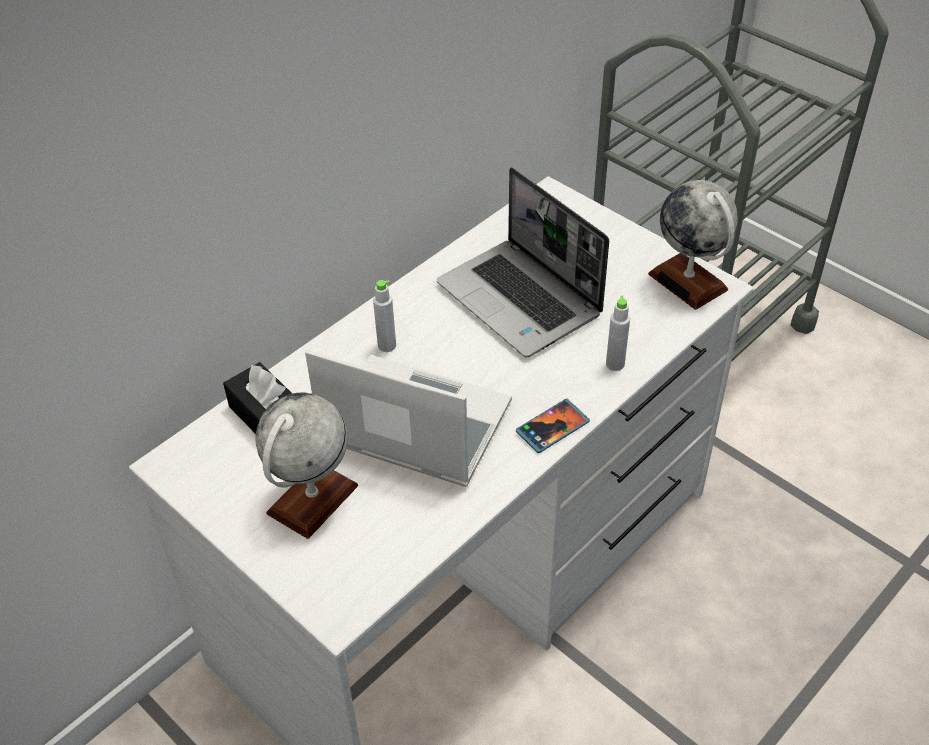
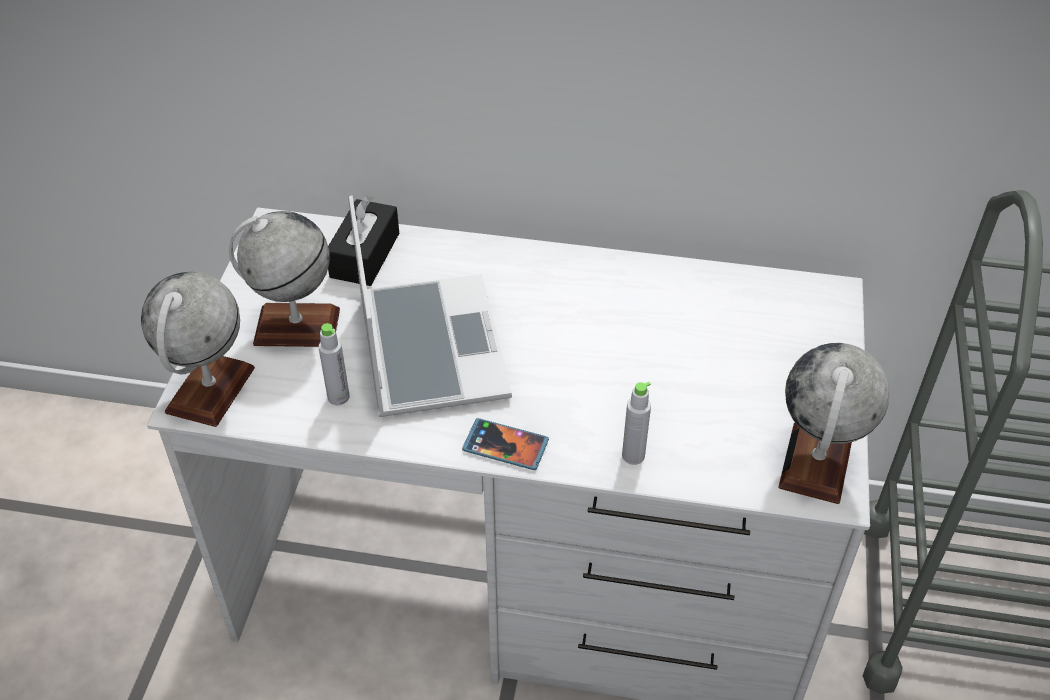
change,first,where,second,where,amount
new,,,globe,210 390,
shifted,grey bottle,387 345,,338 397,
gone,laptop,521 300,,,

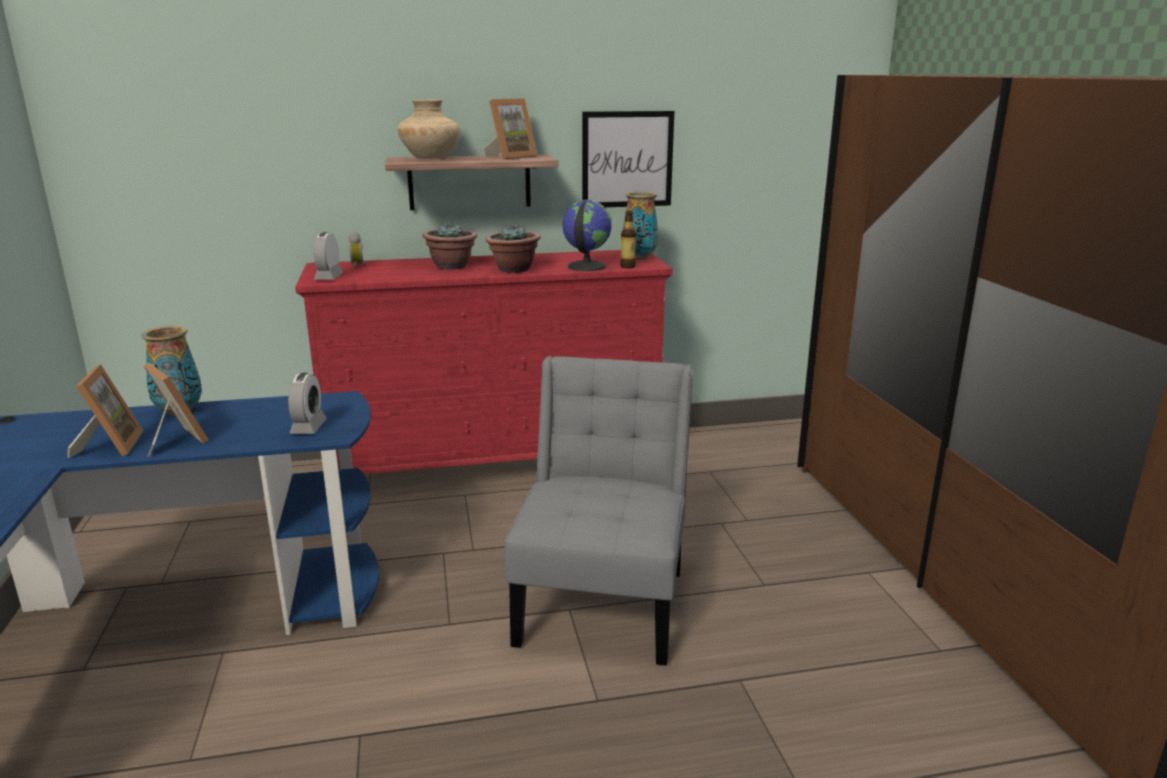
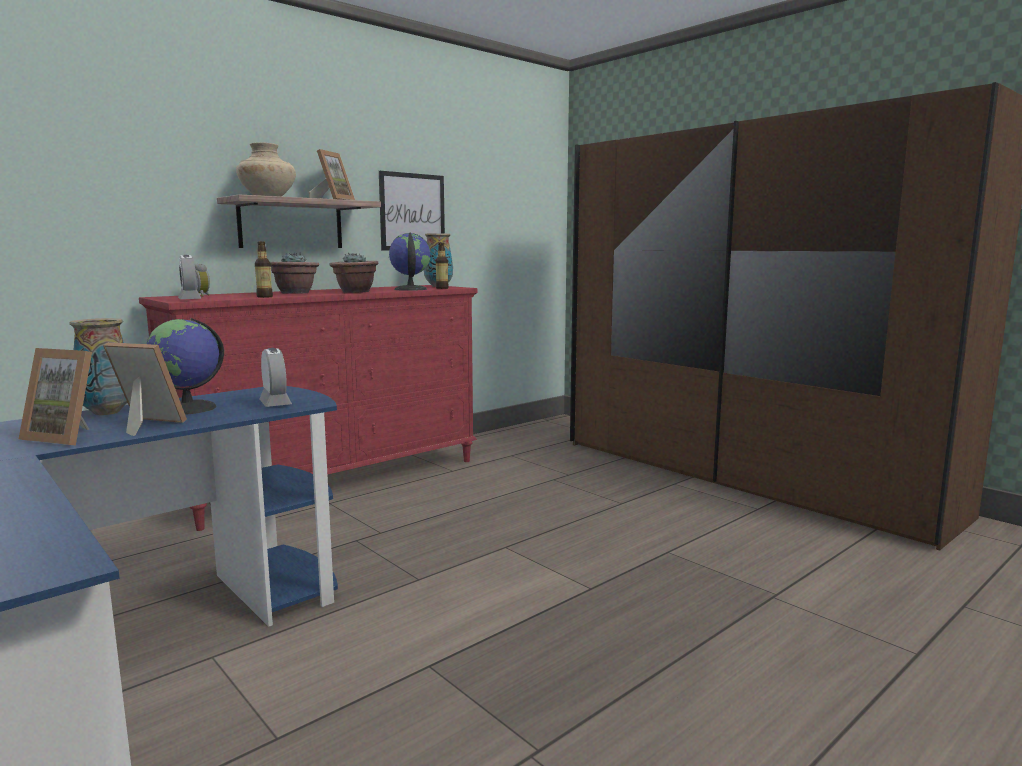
change,first,where,second,where,amount
rotated,picture frame,110 446,,68 437,150 degrees clockwise
new,,,globe,188 408,
new,,,bottle,265 297,
gone,grey chair,603 600,,,

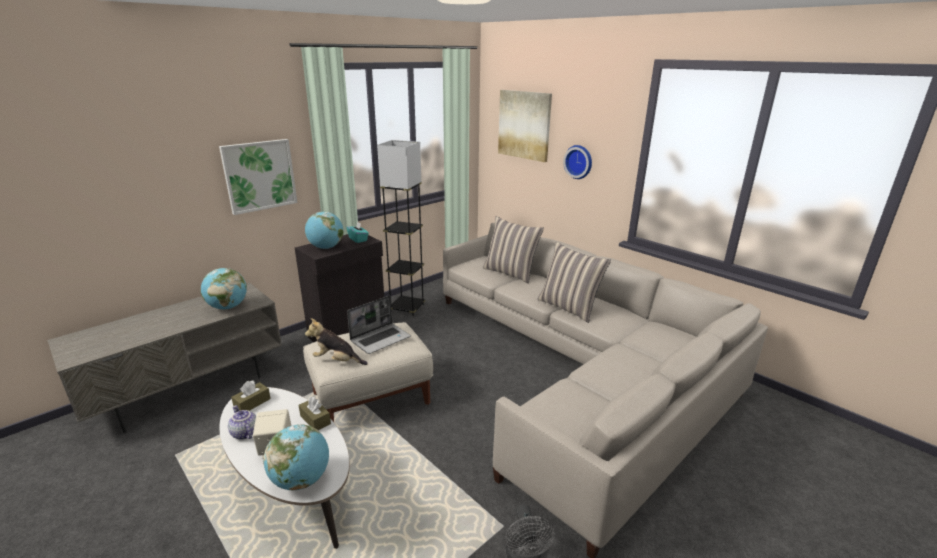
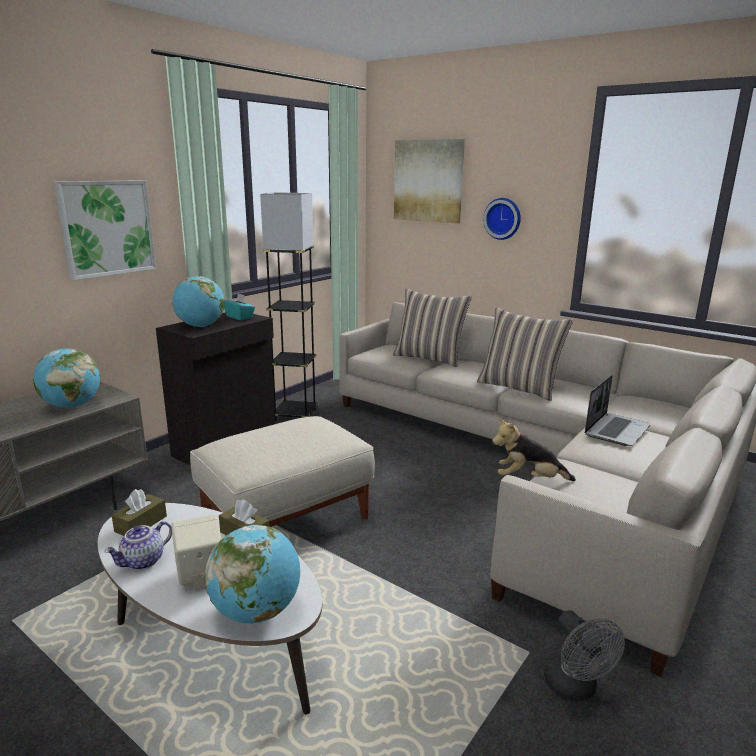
change,first,where,second,where,amount
rotated,teapot,244 433,,143 562,90 degrees counterclockwise
shifted,plush toy,337 360,,528 479,
shifted,laptop,380 339,,616 430,

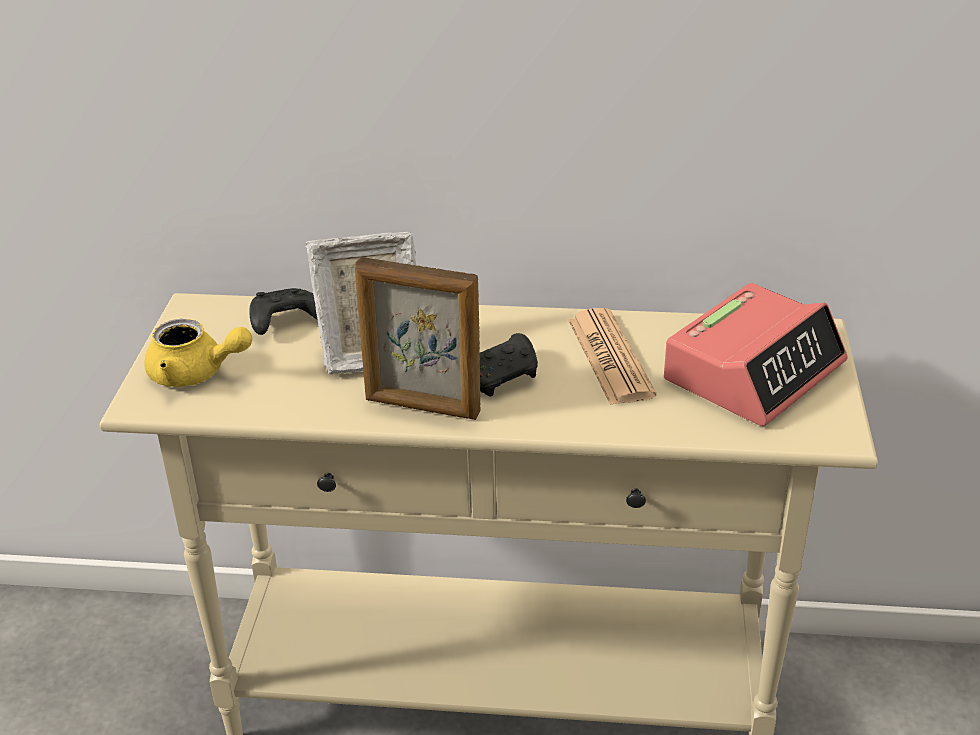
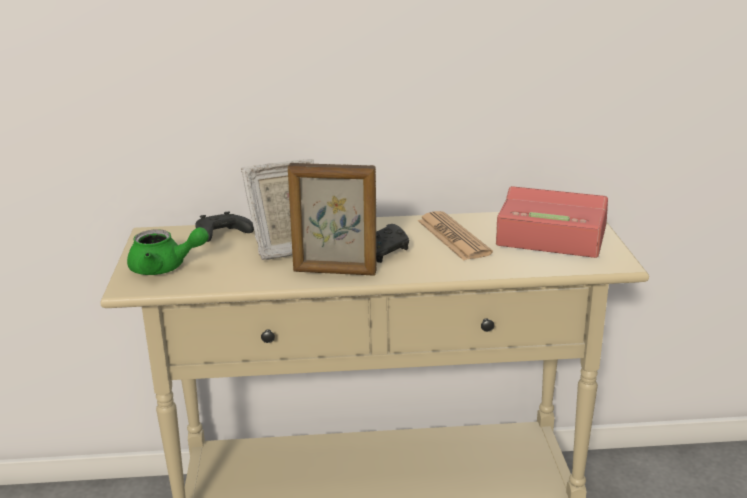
change,first,where,second,where,amount
repainted,yellow teapot,196 374,green teapot,165 268,
rotated,alarm clock,754 371,,550 236,105 degrees counterclockwise

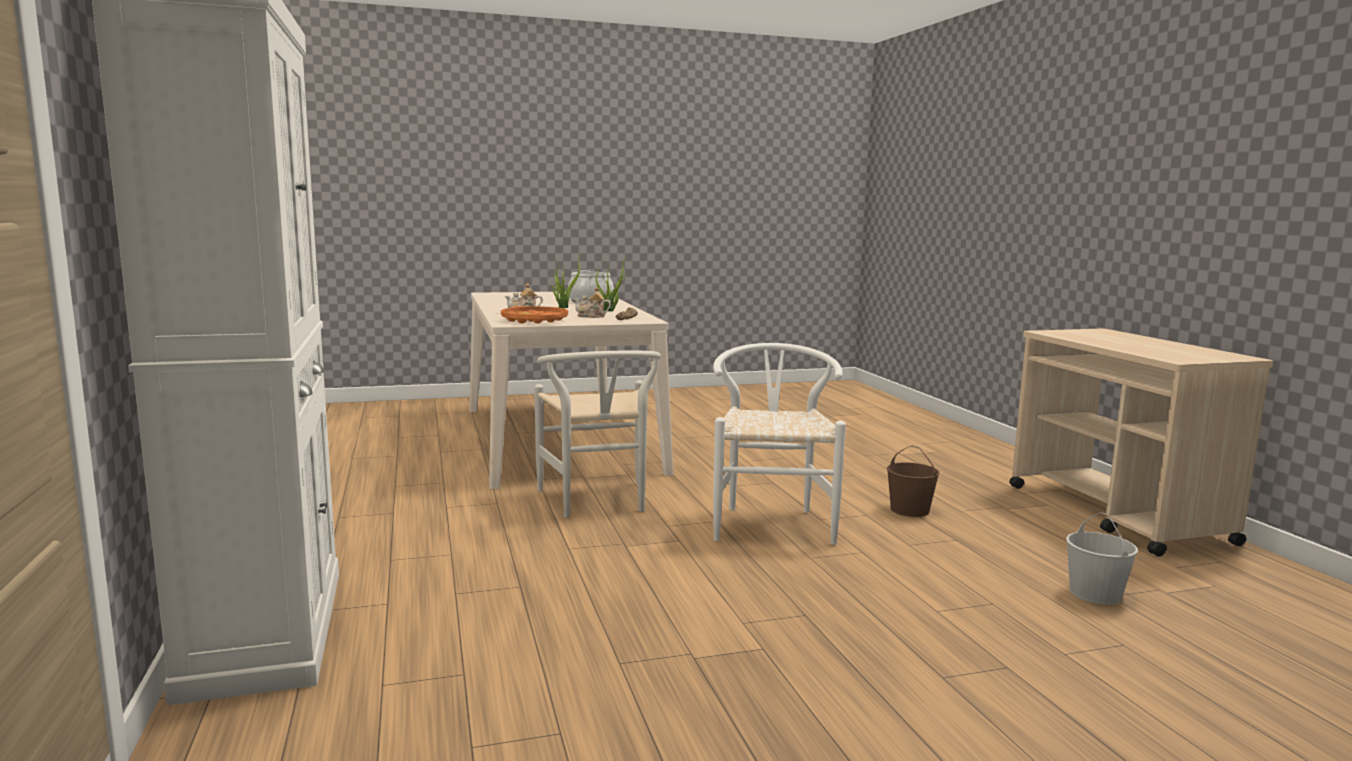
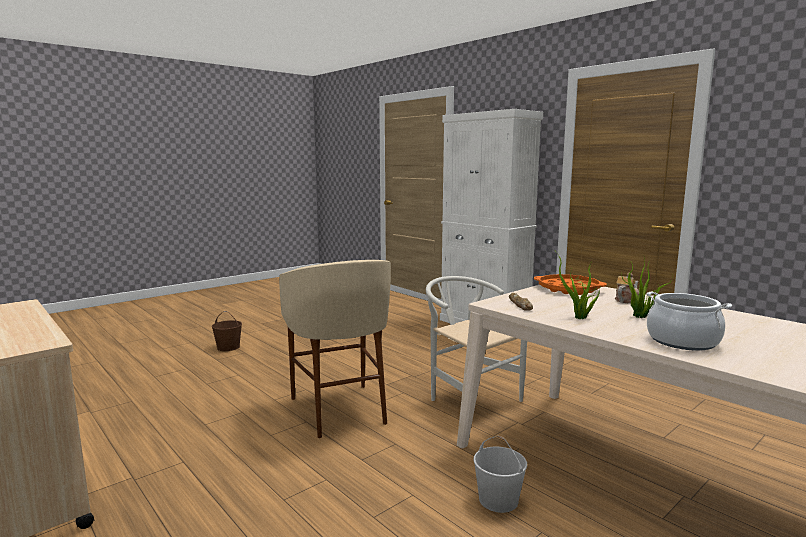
change,first,where,second,where,amount
shifted,brown bucket,910 510,,228 347,
swapped,white chair,771 522,beige stool,340 410,
shifted,white bucket,1094 593,,499 500,
gone,teapot,591 316,,,

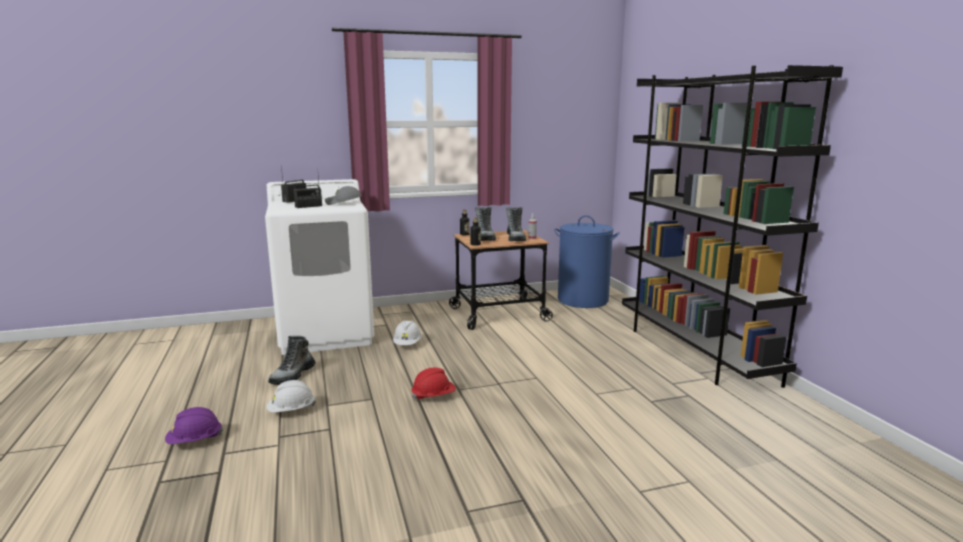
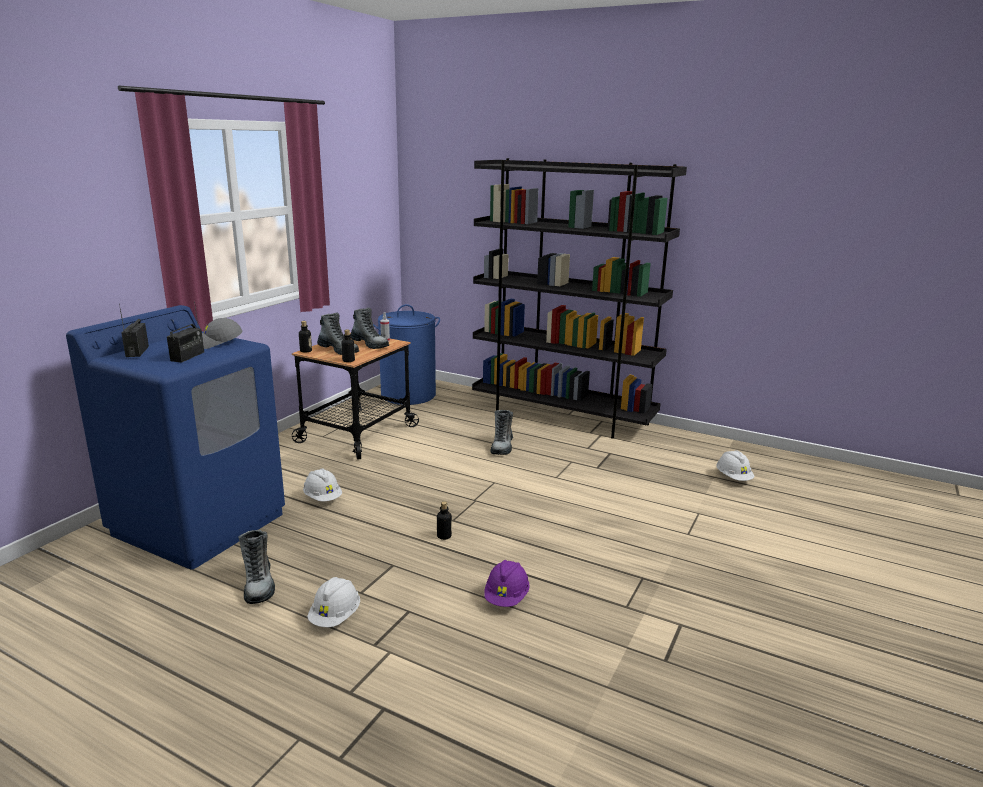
change,first,where,second,where,amount
repainted,white washing machine,326 333,blue washing machine,200 523,
swapped,red hard hat,433 396,bottle,444 536,
shifted,purple hard hat,195 441,,506 597,
new,,,boot,502 446,
new,,,white hard hat,733 478,

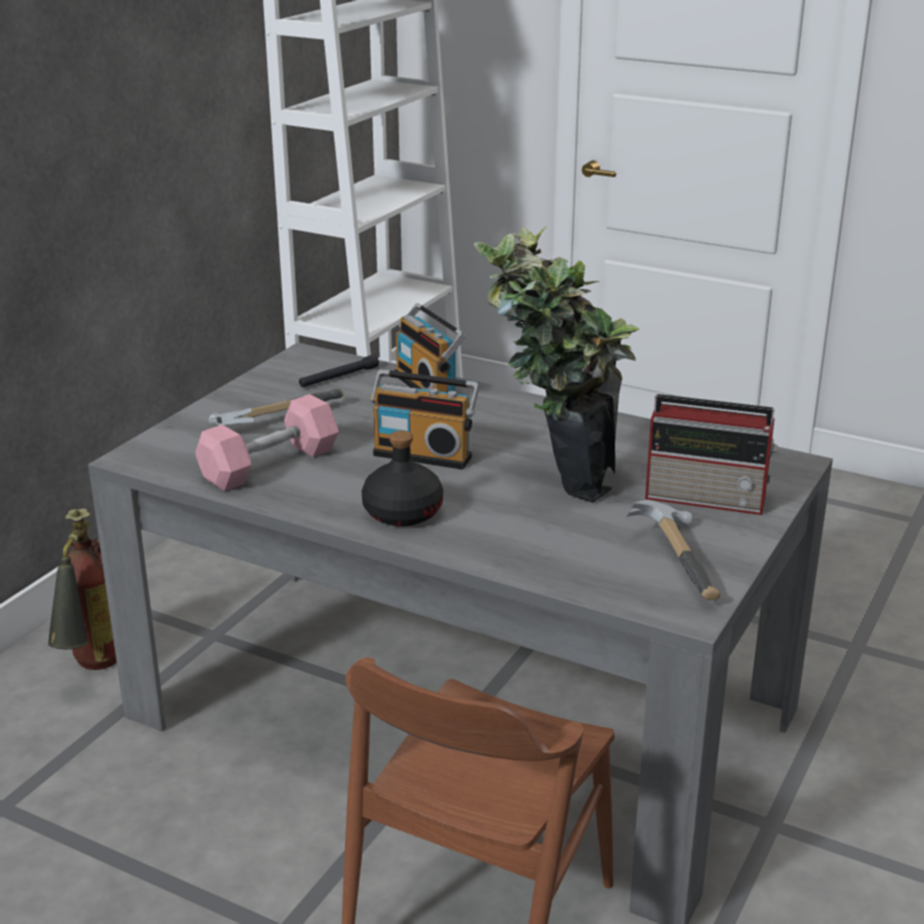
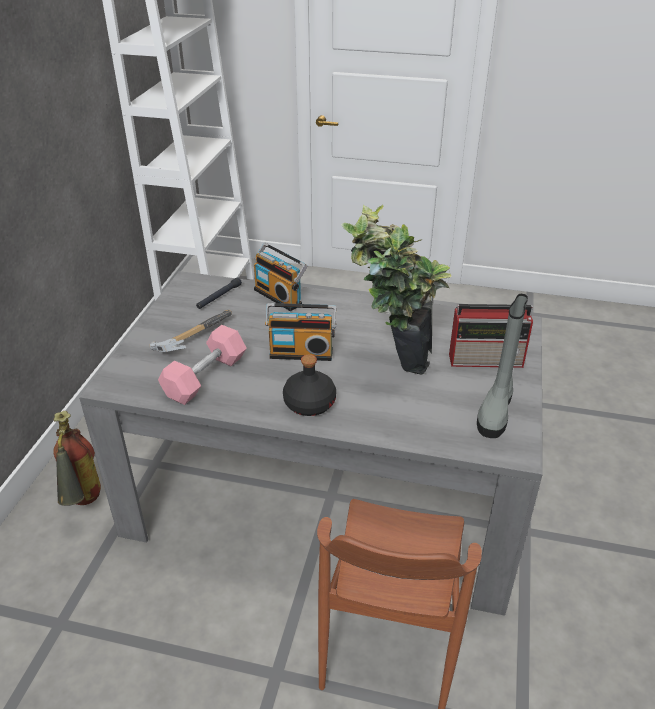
change,first,where,second,where,amount
swapped,hammer,684 560,grey boot,495 411,

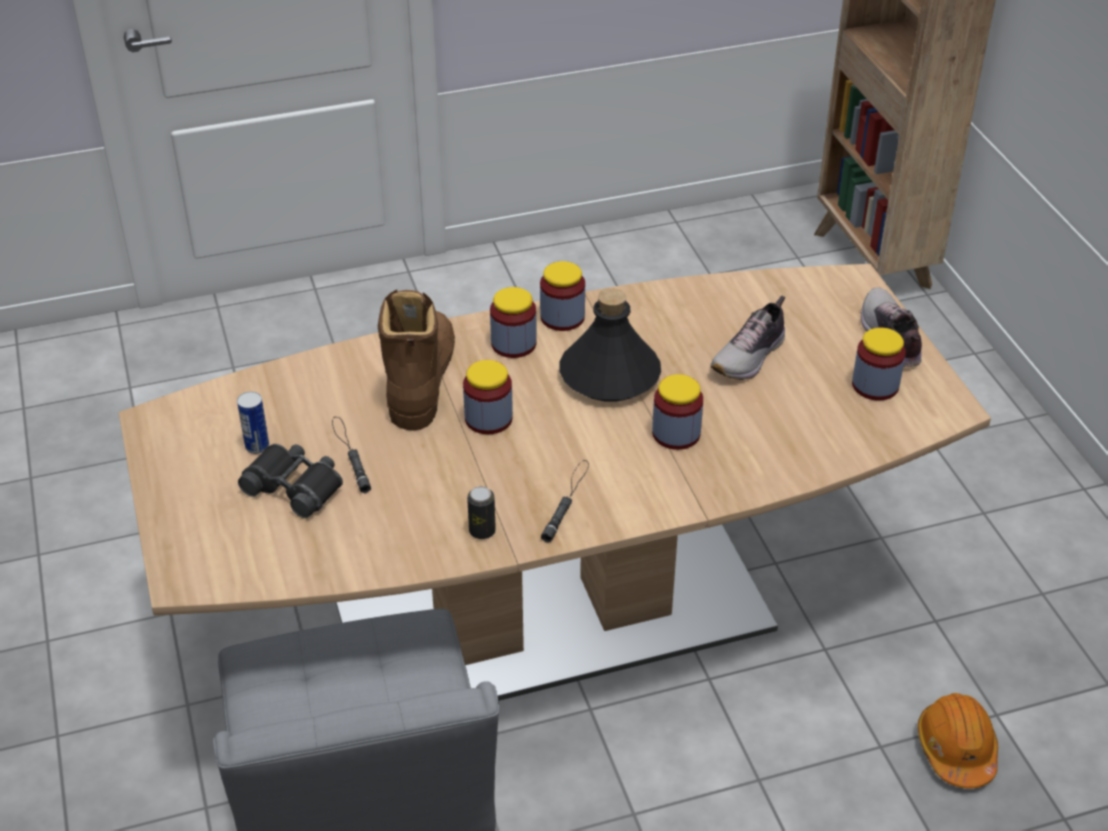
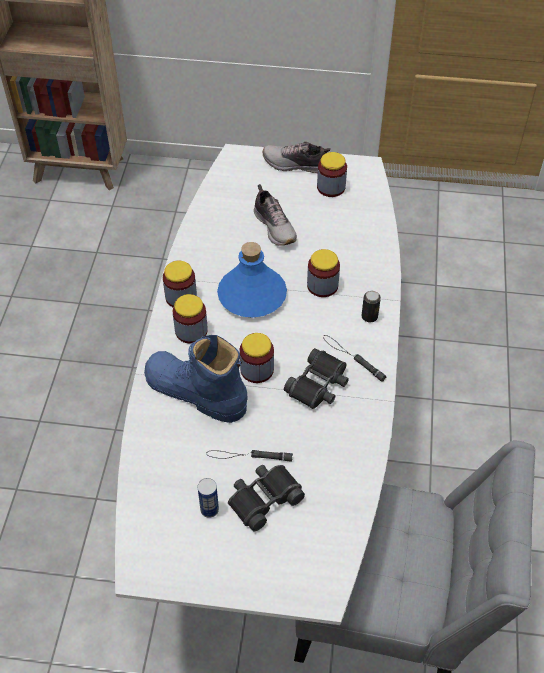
change,first,where,second,where,amount
repainted,brown dining table,552 617,white dining table,271 447,
repainted,brown boot,420 379,blue boot,195 392,
repainted,black bottle,610 375,blue bottle,251 295,
new,,,black binoculars,318 385,
shifted,can,482 531,,369 317,
gone,orange hard hat,956 749,,,

